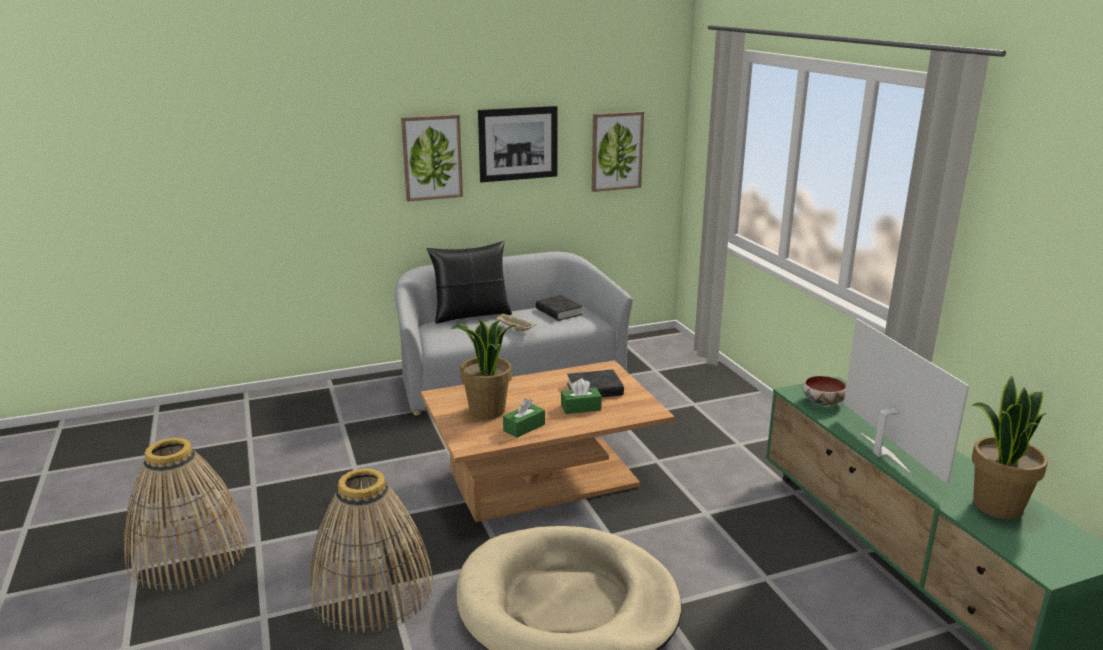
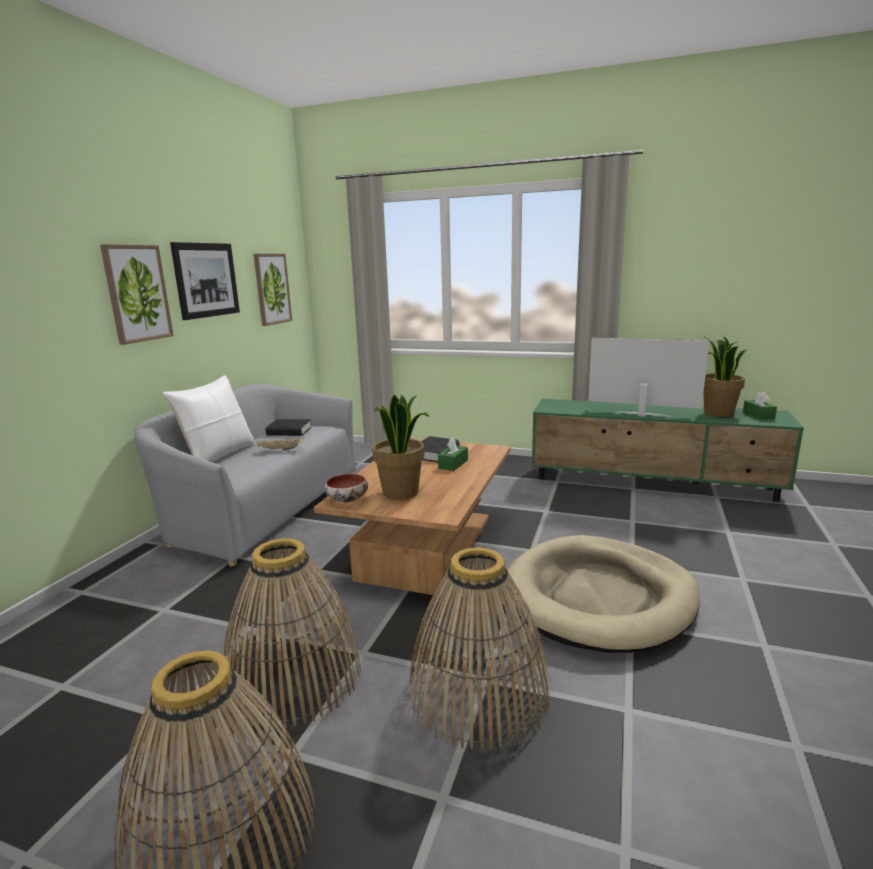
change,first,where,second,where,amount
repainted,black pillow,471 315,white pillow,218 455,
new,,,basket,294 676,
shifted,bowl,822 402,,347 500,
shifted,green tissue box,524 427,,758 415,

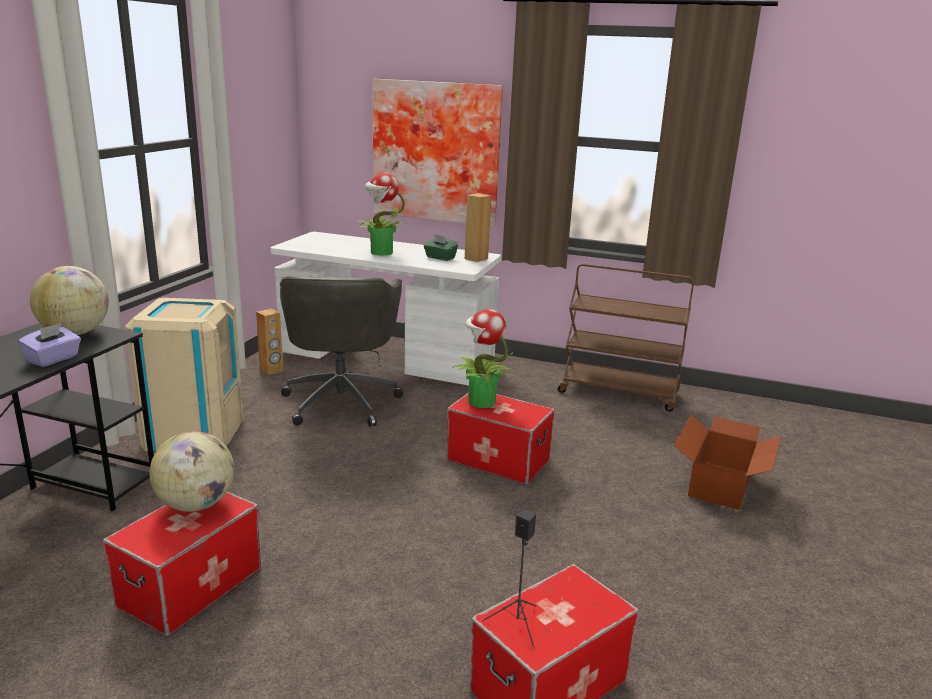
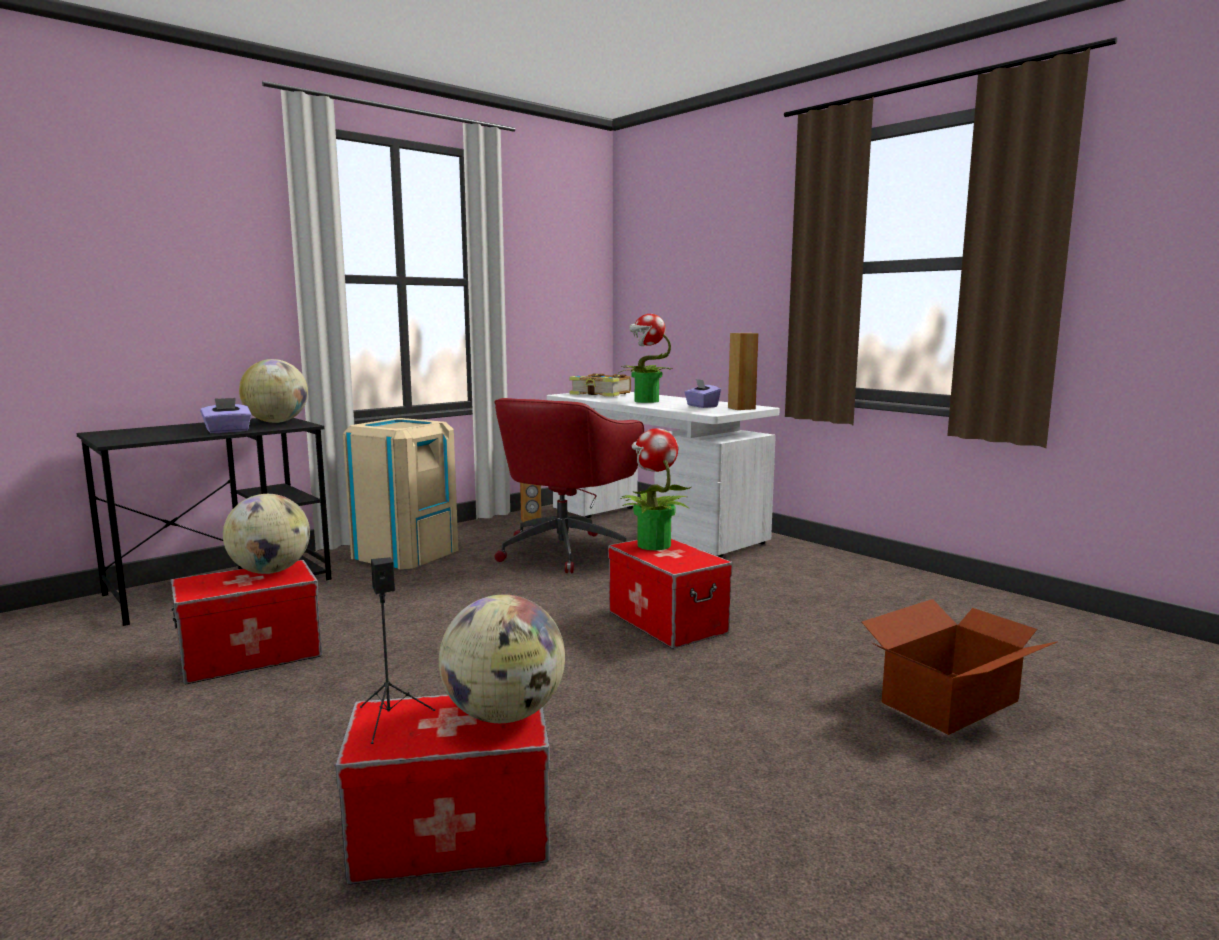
change,first,where,second,where,amount
new,,,globe,504 715,
repainted,grey office chair,341 401,red office chair,565 550,
new,,,book,601 394,
repainted,green tissue box,440 258,purple tissue box,701 406,
gone,picture,437 151,,,
gone,brown cart,619 393,,,

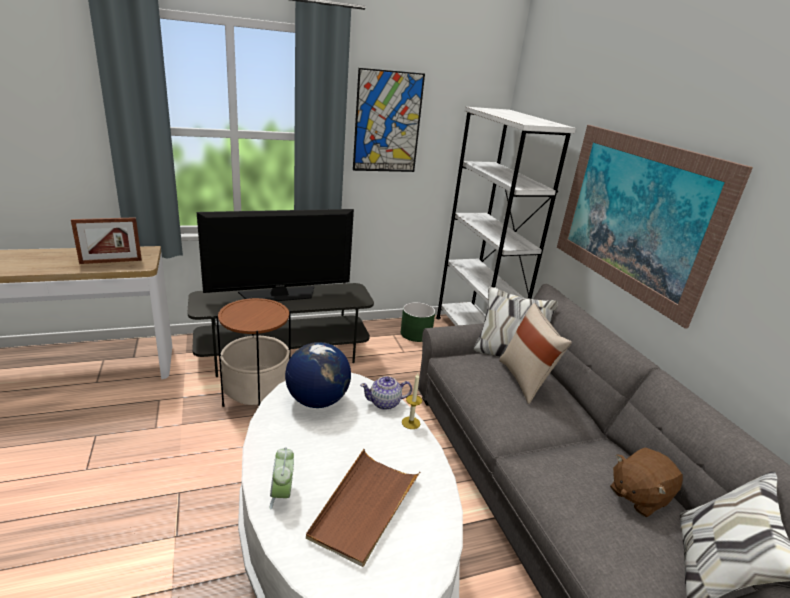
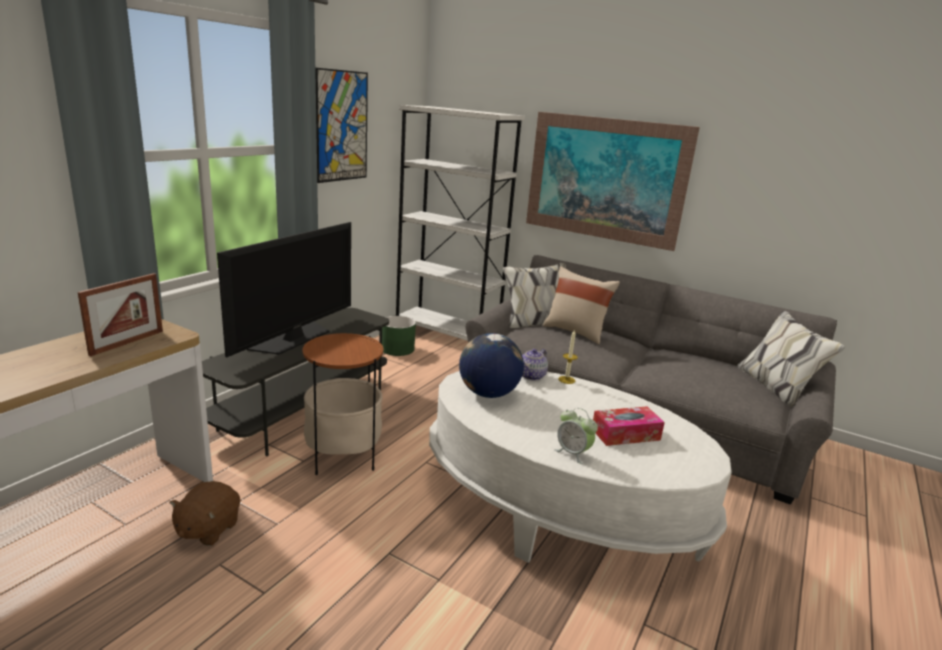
change,first,where,second,where,amount
shifted,brown plush toy,638 496,,207 529,
swapped,brown tray,364 507,tissue box,625 434,

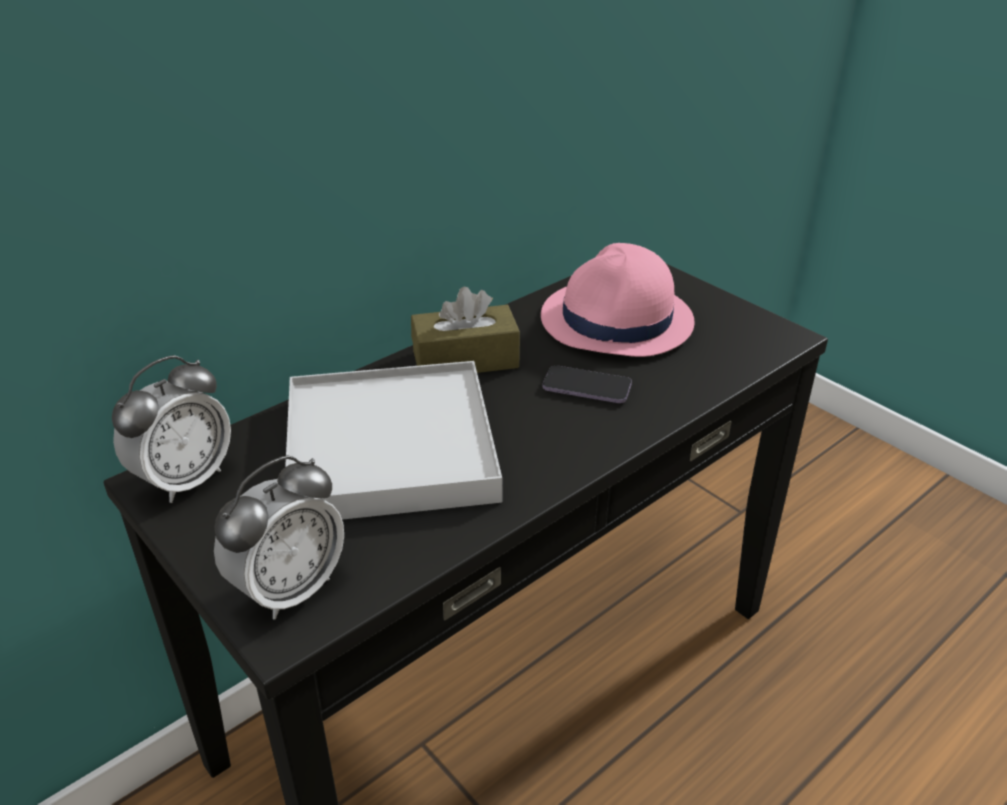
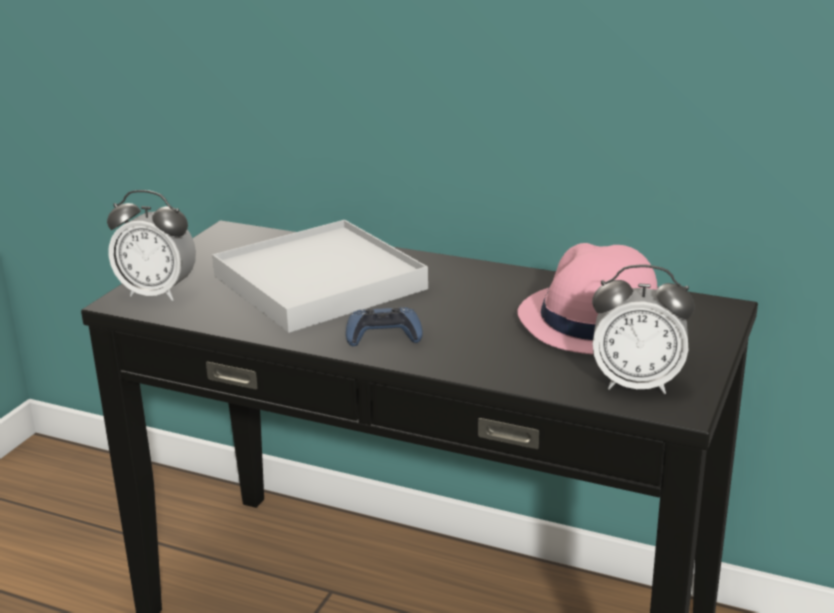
change,first,where,second,where,amount
new,,,blue game controller,383 335,
shifted,alarm clock,185 480,,637 384,
gone,brown tissue box,465 359,,,
gone,phone,586 387,,,

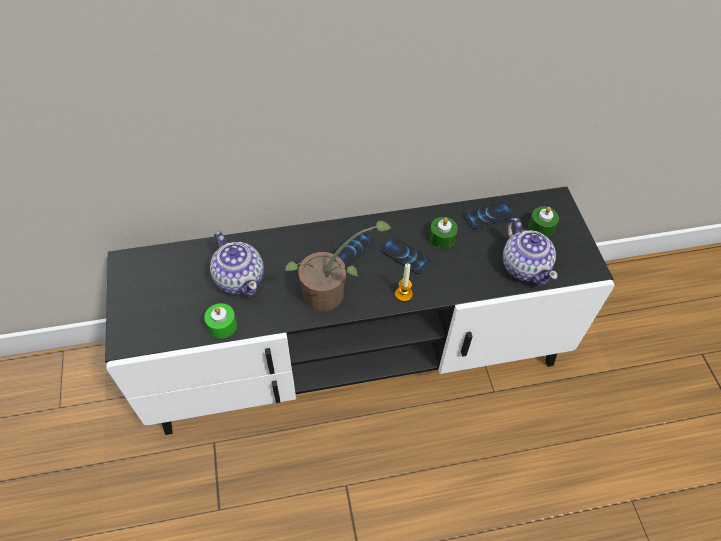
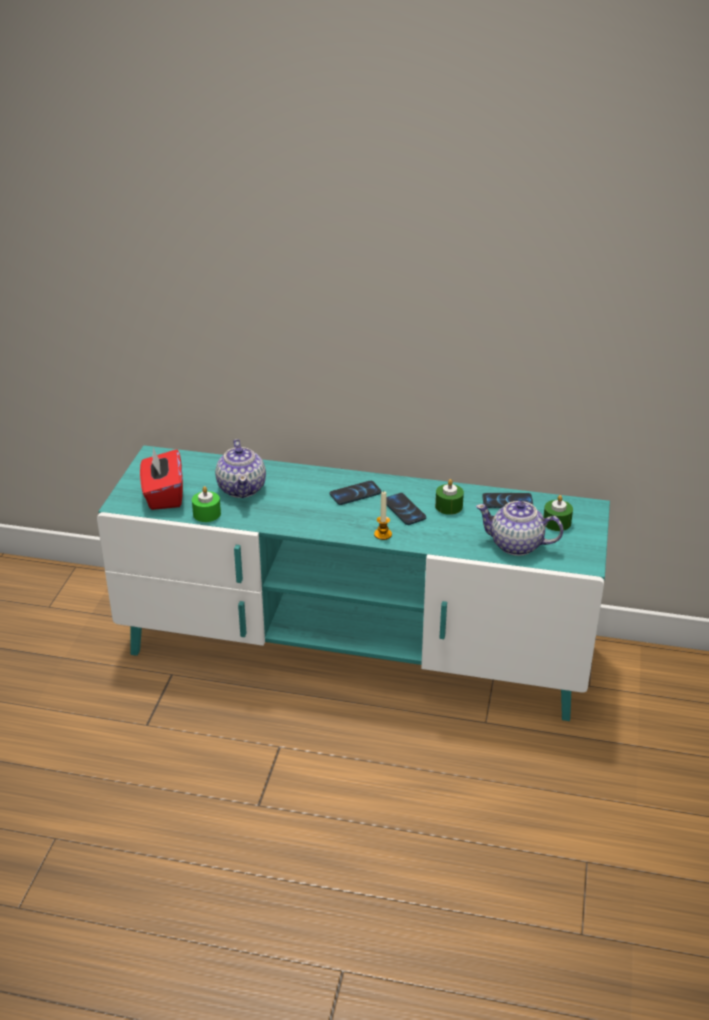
change,first,where,second,where,amount
repainted,black tv stand,357 355,turquoise tv stand,354 650,
new,,,red tissue box,163 495,
rotated,teapot,524 266,,517 545,105 degrees clockwise
gone,potted plant,330 294,,,

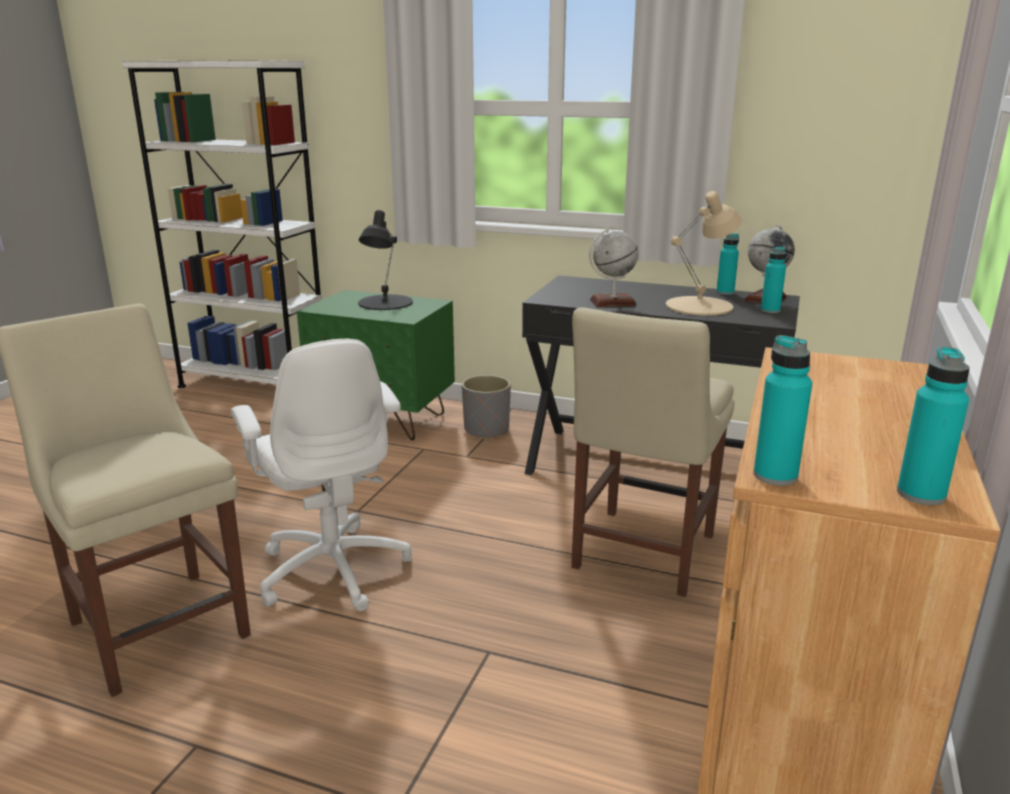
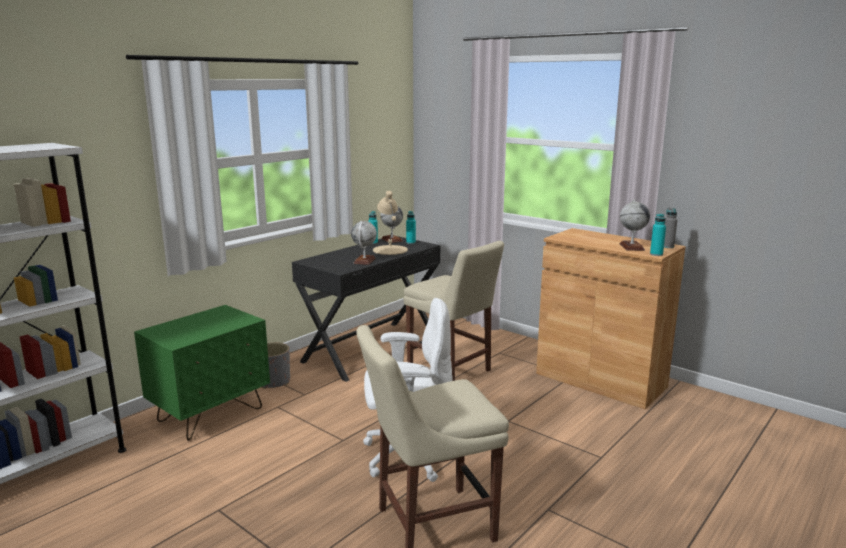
change,first,where,second,where,amount
new,,,globe,631 247,
repainted,turquoise bottle,921 494,grey bottle,668 246,
gone,black table lamp,384 303,,,

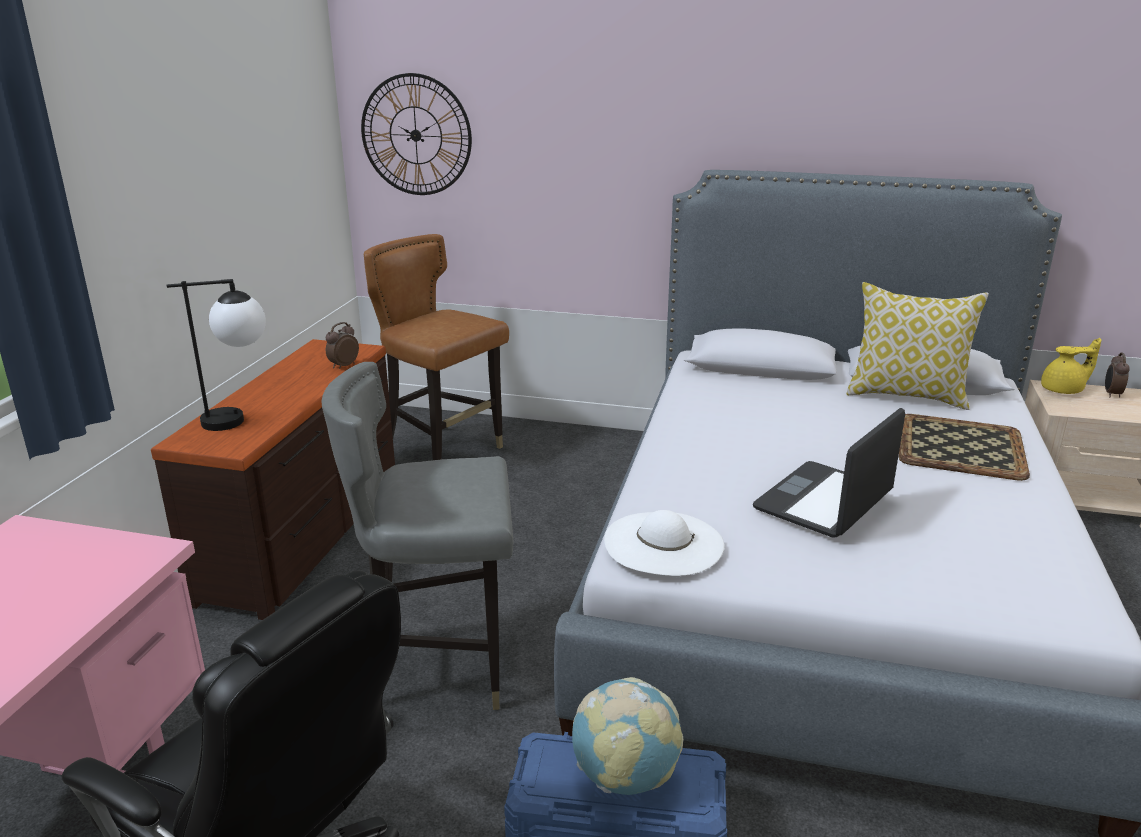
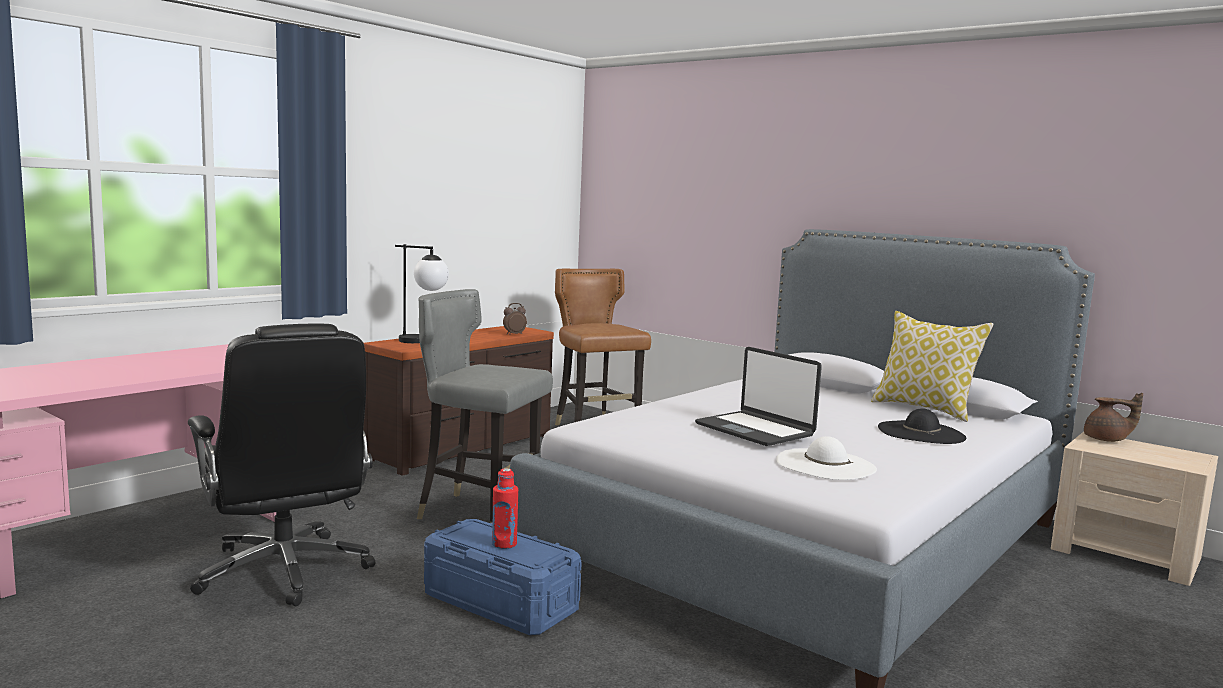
change,first,where,second,where,amount
swapped,globe,625 777,red bottle,504 544,
rotated,laptop,825 502,,755 430,105 degrees counterclockwise
shifted,white hat,663 543,,825 464,
swapped,tray,959 446,black hat,921 432,
repainted,yellow teapot,1063 390,brown teapot,1106 440,
gone,wall clock,416 135,,,
gone,alarm clock,1111 394,,,

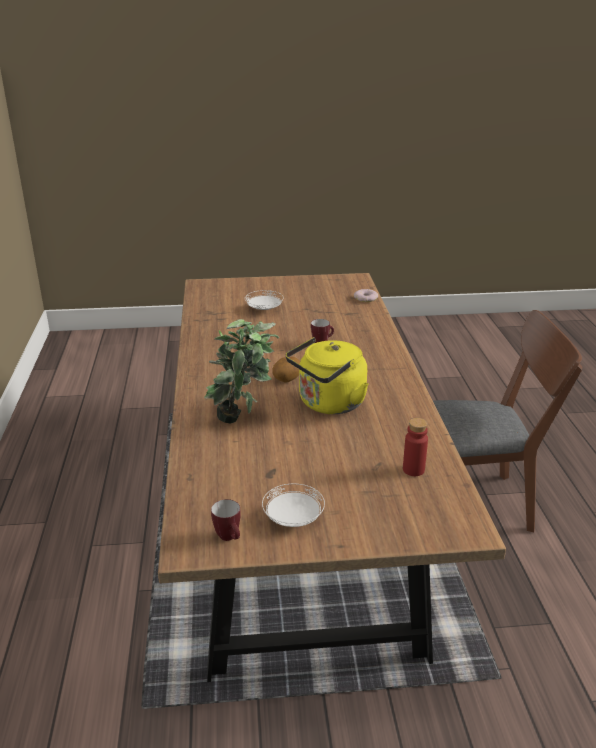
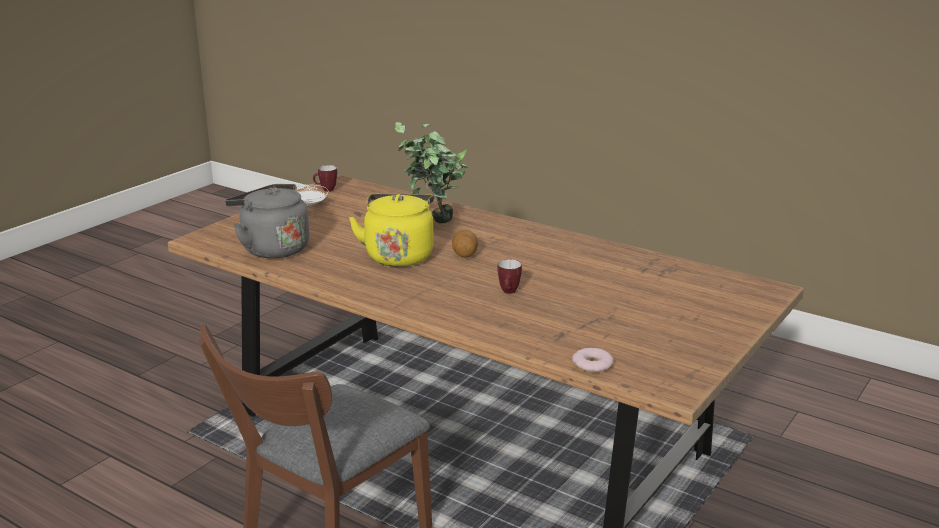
change,first,where,second,where,amount
swapped,red bottle,413 470,grey kettle,272 248,
gone,white plate,264 309,,,

